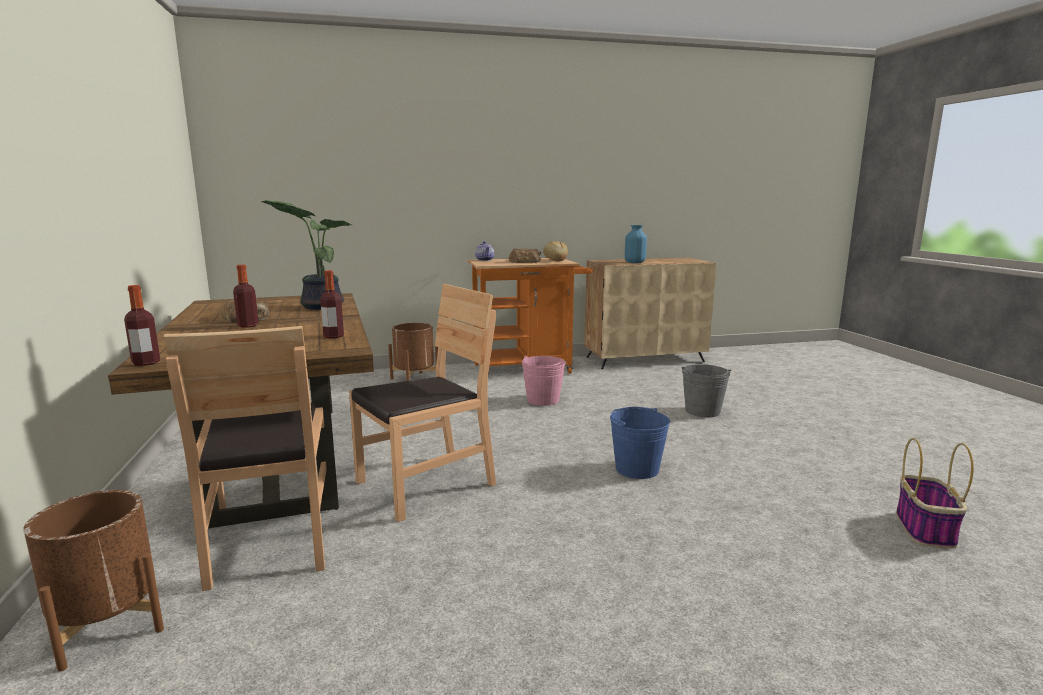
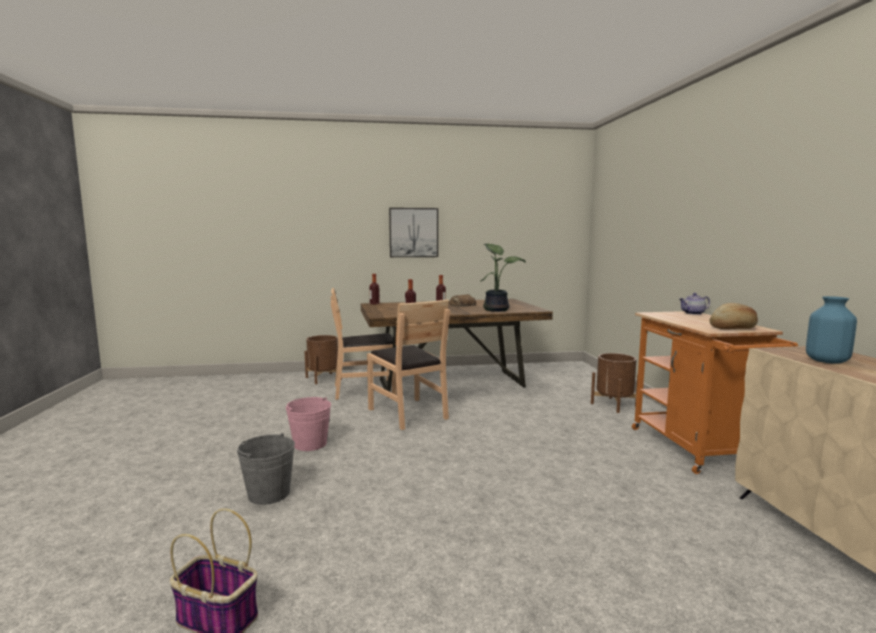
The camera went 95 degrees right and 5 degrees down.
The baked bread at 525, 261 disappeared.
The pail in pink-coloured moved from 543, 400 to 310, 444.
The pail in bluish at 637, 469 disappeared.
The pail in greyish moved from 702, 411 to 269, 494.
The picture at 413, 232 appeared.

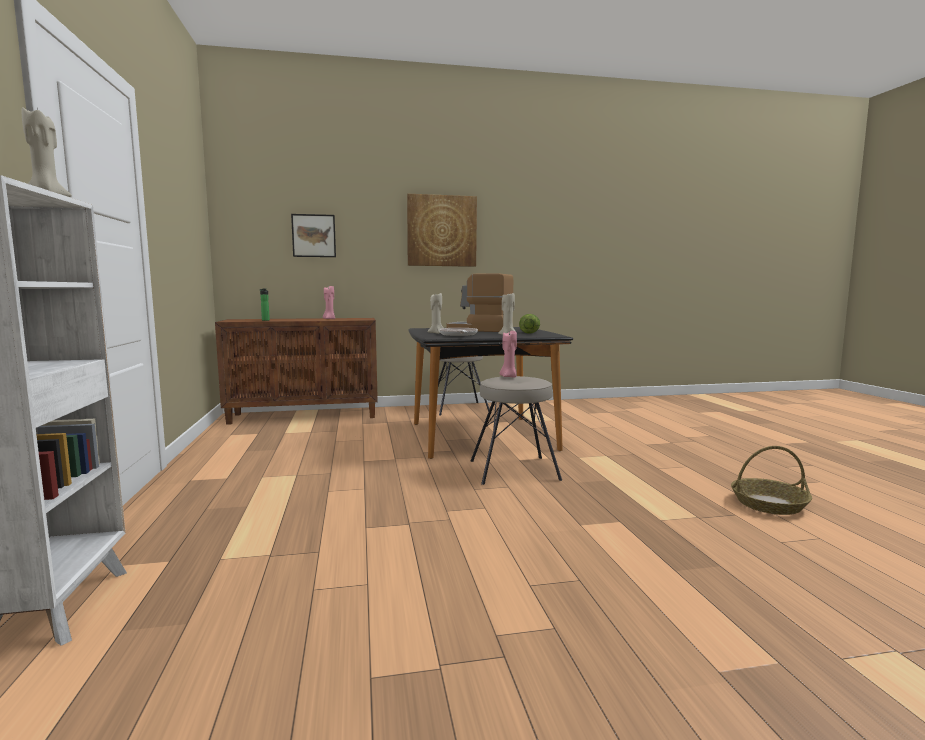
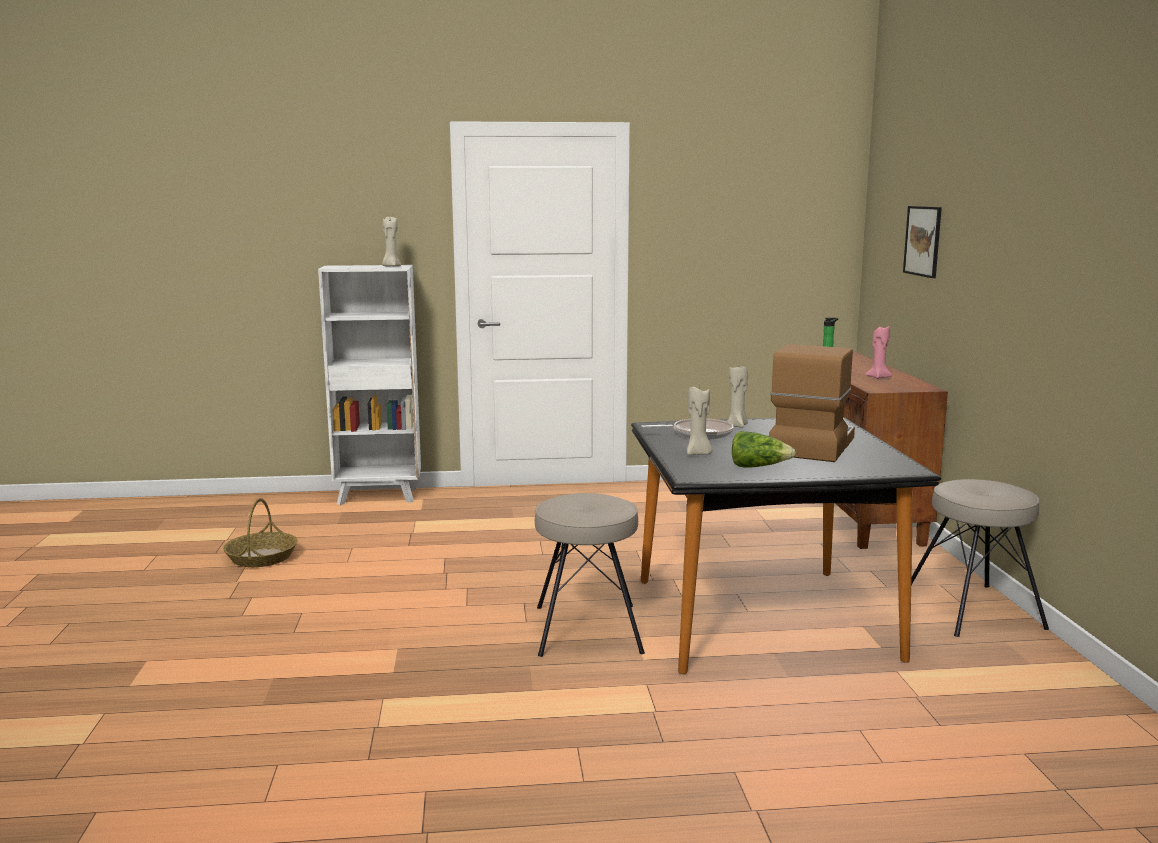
The camera went 95 degrees right and 5 degrees up.
The picture at 441, 231 disappeared.
The wax light in pink-coloured at 508, 376 disappeared.
The household basket moved from 769, 504 to 261, 558.

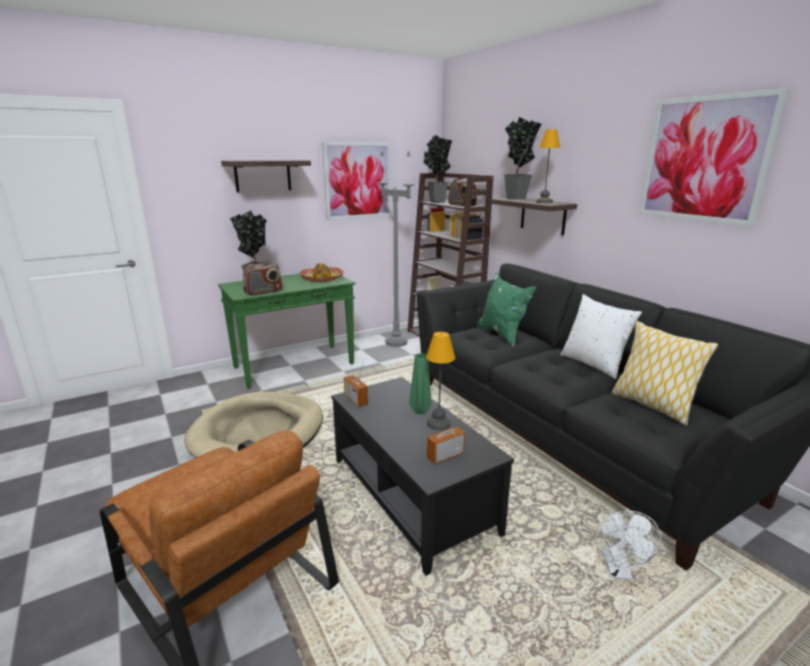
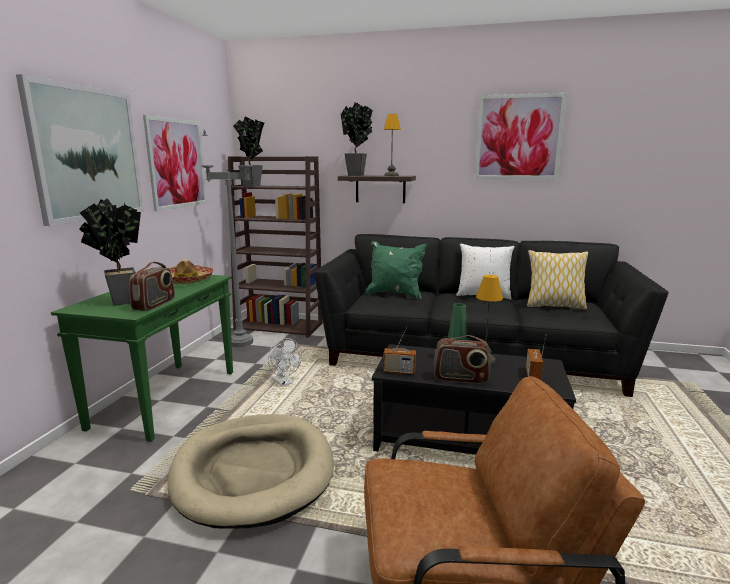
The camera went 45 degrees left and 5 degrees down.
The shelf at 263, 175 was replaced by the picture at 87, 154.
The radio set moved from 461, 205 to 460, 379.
The cooling fan in white moved from 618, 570 to 284, 383.

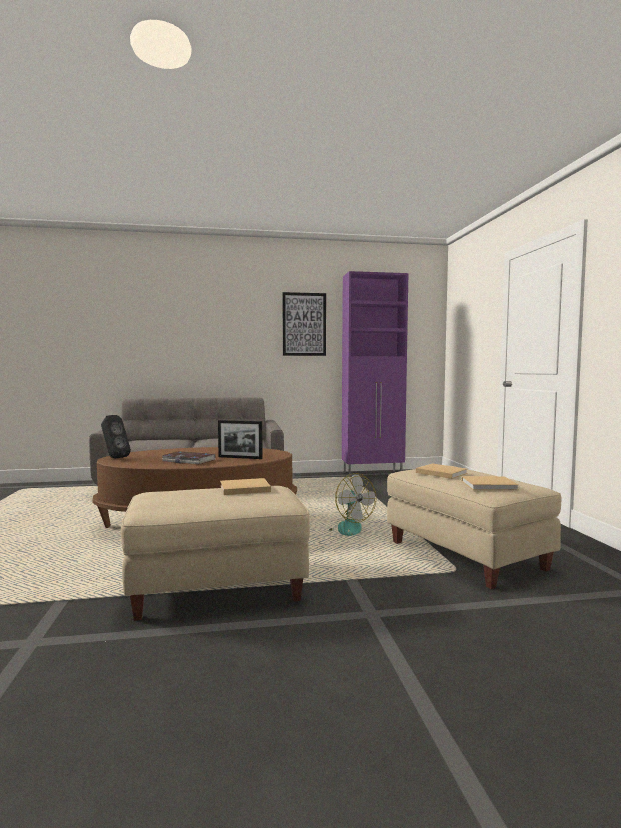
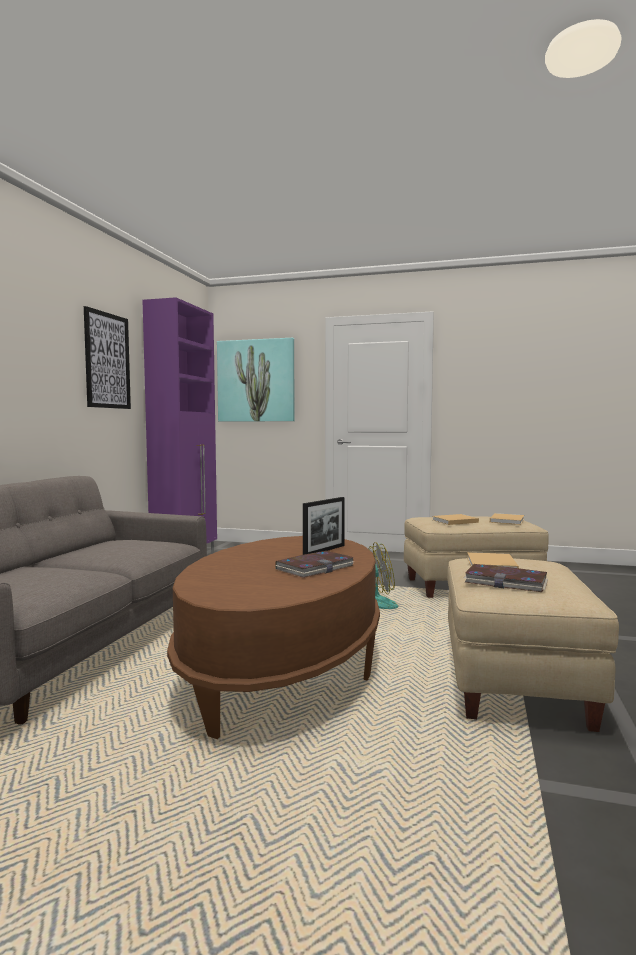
The camera went 65 degrees left and 0 degrees up.
The audio speaker in black at 114, 458 disappeared.
The picture at 256, 381 appeared.
The book at 506, 582 appeared.

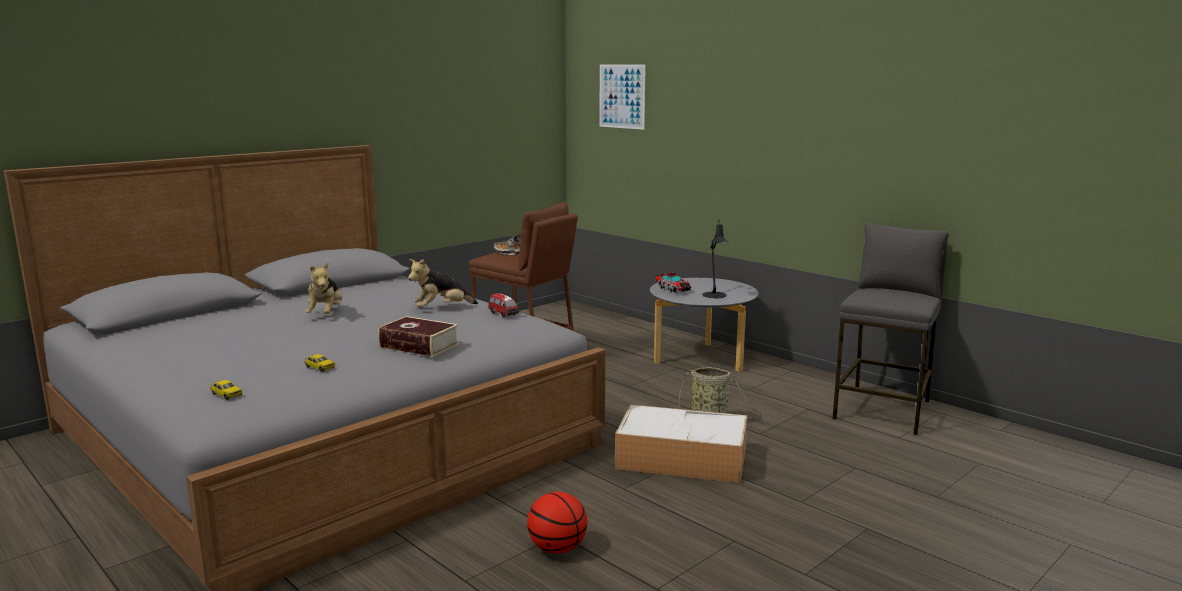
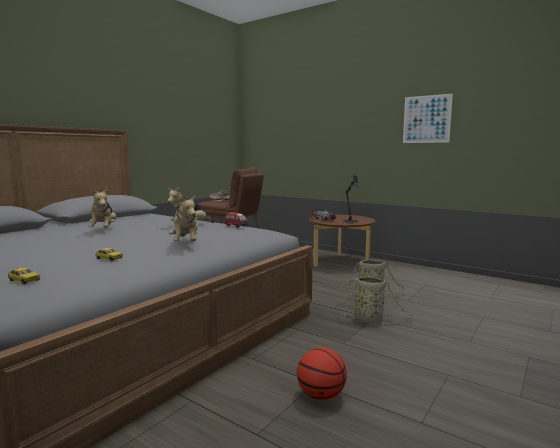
The camera went 10 degrees left and 5 degrees down.
The book at 419, 345 was replaced by the cuddly toy at 185, 243.
The picture moved from 622, 96 to 426, 119.
The storage bin at 684, 458 was replaced by the household basket at 370, 319.
The lounge table in greyish at 701, 359 became the lounge table in brown at 340, 262.
The stool seat in greyish at 884, 410 disappeared.

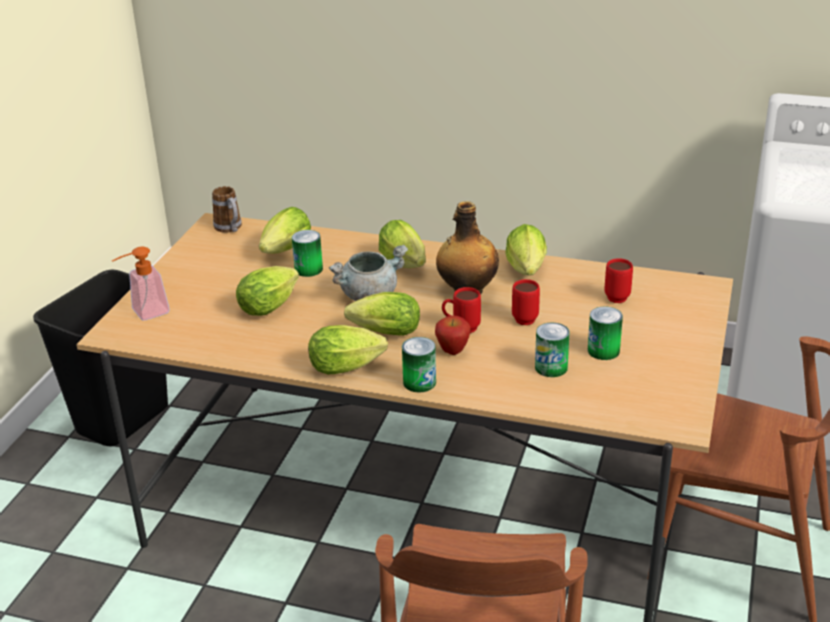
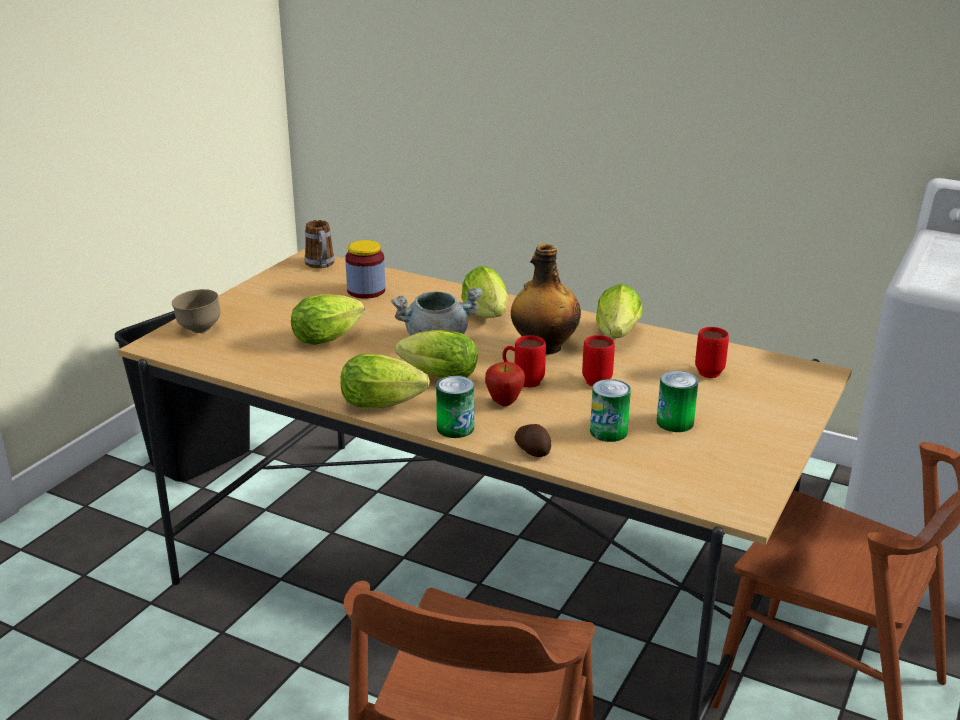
The camera went 10 degrees right and 5 degrees down.
The liquid soap bottle at 144, 313 was replaced by the bowl in brown at 199, 330.
The lettuce head at 284, 251 was replaced by the storage jar at 366, 291.
The can at 308, 269 disappeared.
The potato at 533, 450 appeared.

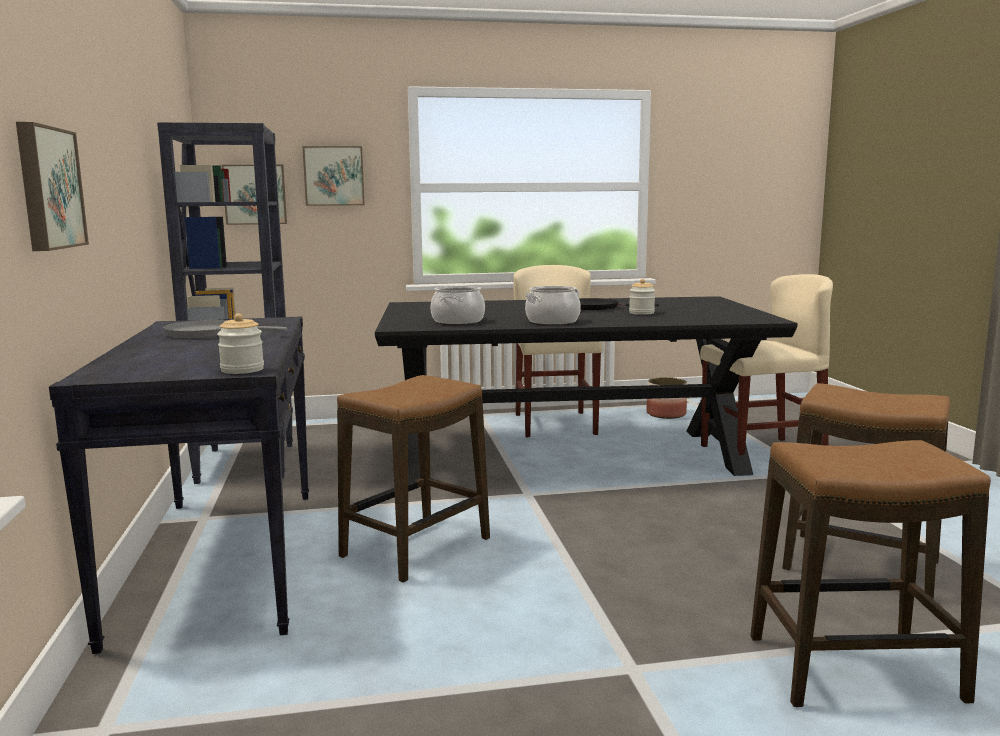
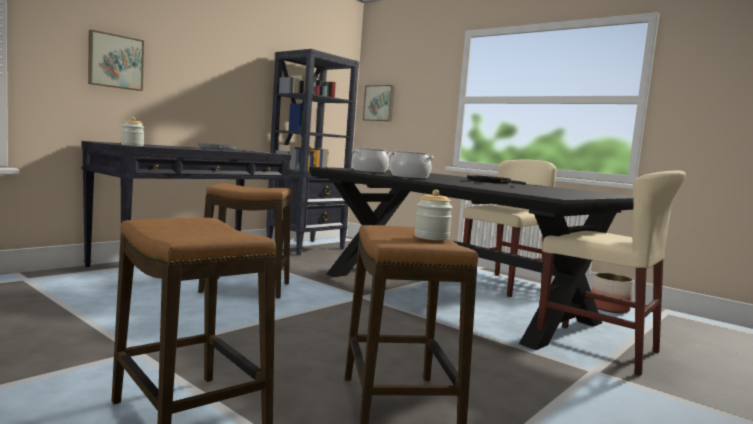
The camera went 50 degrees right and 5 degrees down.
The picture at 334, 176 disappeared.
The storage jar moved from 641, 313 to 431, 237.

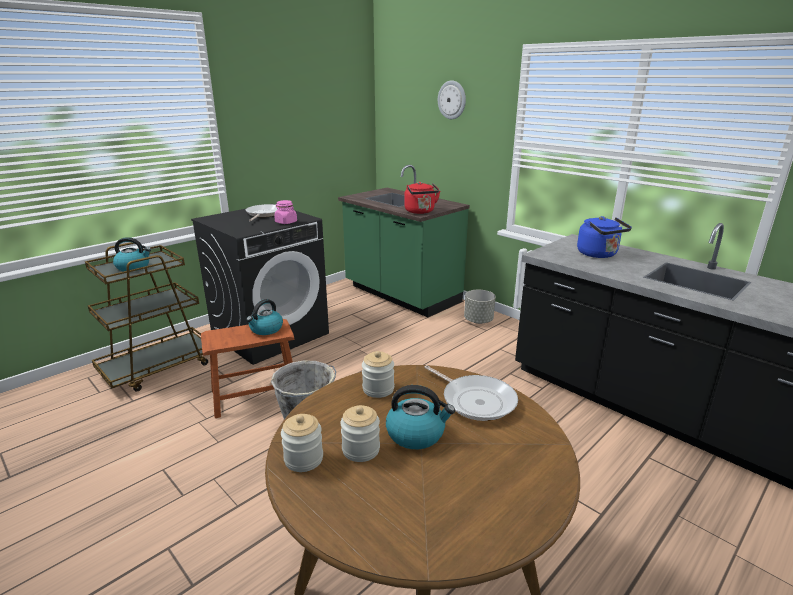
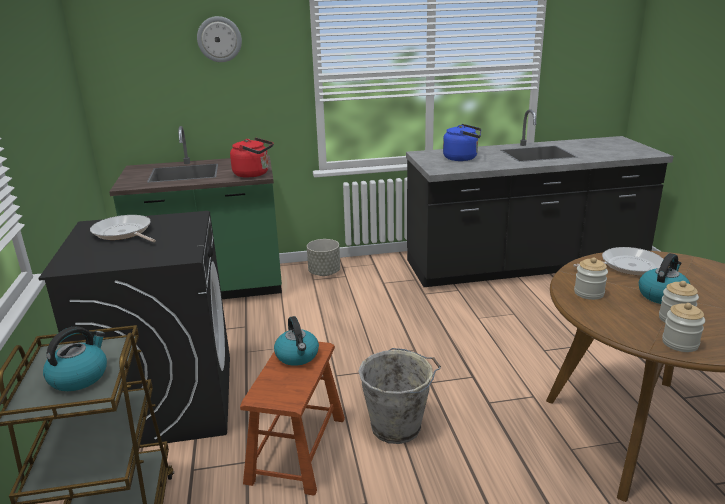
The camera went 55 degrees left and 0 degrees up.
The storage jar in pink-coloured at 286, 222 disappeared.

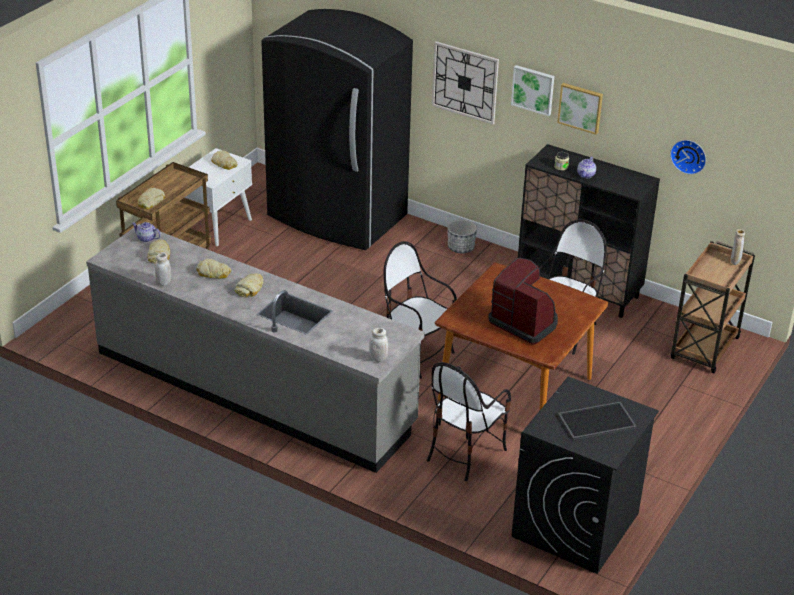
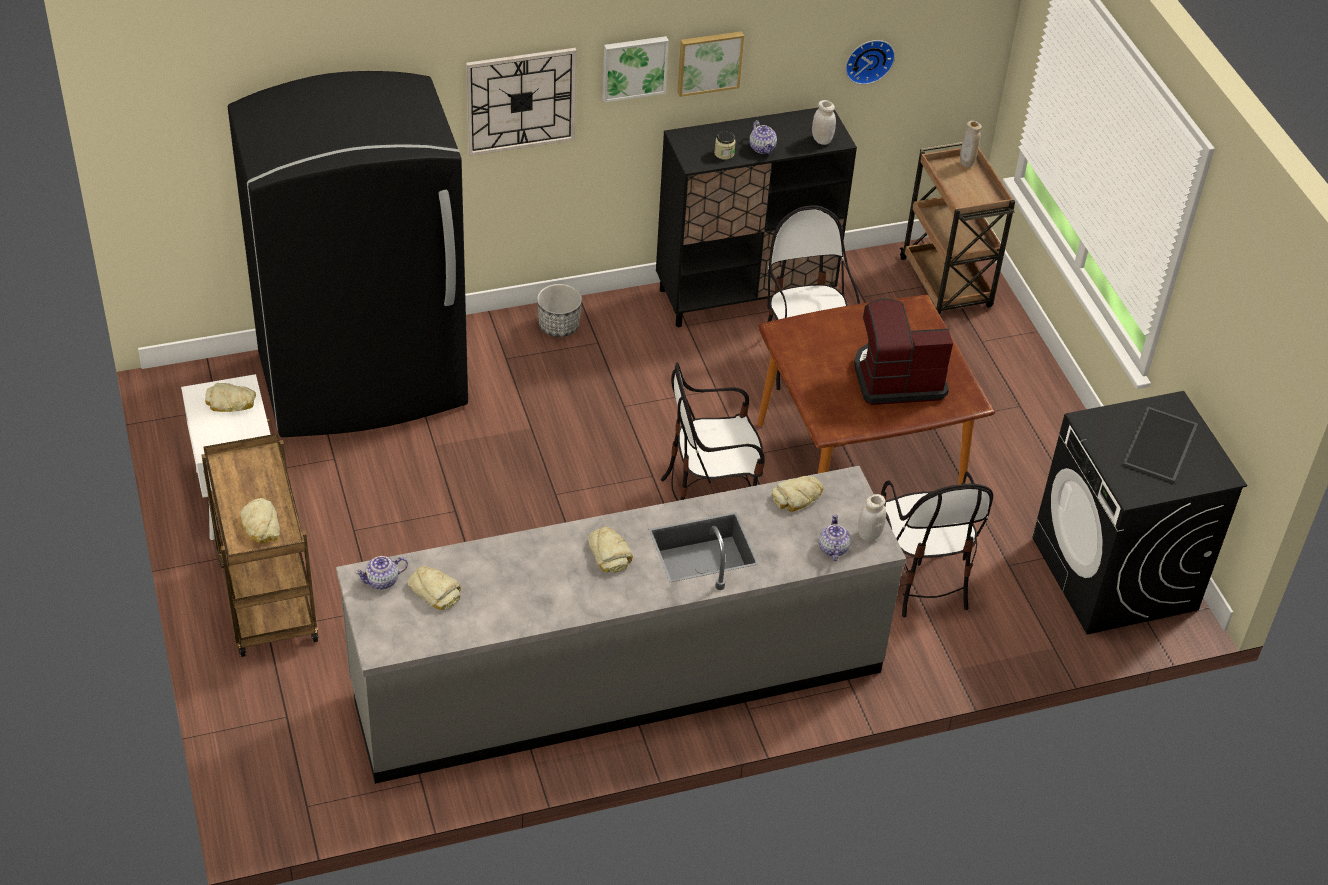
The camera went 50 degrees left and 10 degrees up.
The storage jar in white moved from 163, 282 to 822, 140.
The baked bread moved from 213, 273 to 797, 497.
The teapot at 832, 548 appeared.

